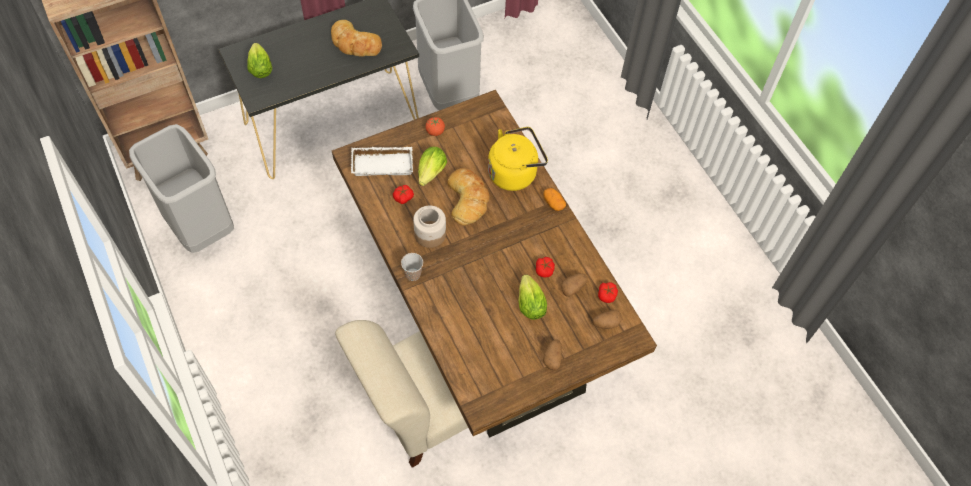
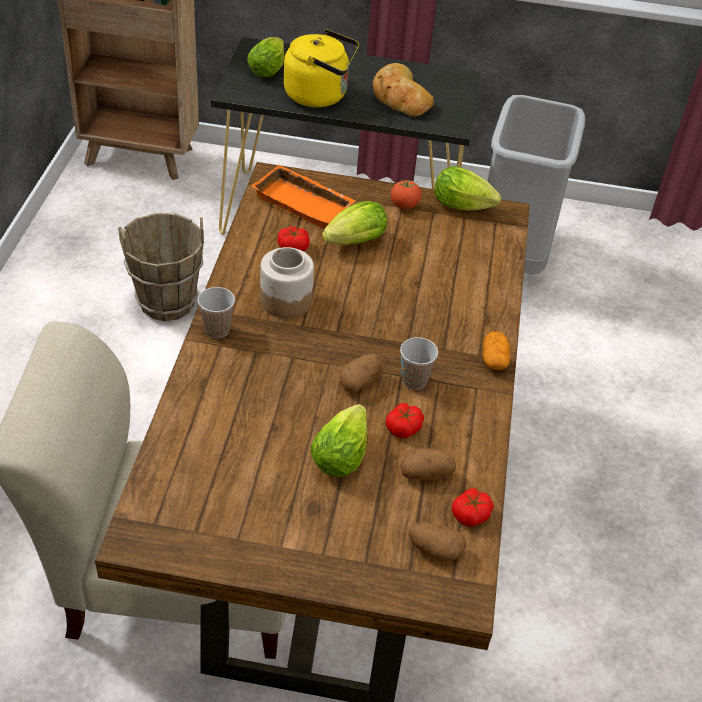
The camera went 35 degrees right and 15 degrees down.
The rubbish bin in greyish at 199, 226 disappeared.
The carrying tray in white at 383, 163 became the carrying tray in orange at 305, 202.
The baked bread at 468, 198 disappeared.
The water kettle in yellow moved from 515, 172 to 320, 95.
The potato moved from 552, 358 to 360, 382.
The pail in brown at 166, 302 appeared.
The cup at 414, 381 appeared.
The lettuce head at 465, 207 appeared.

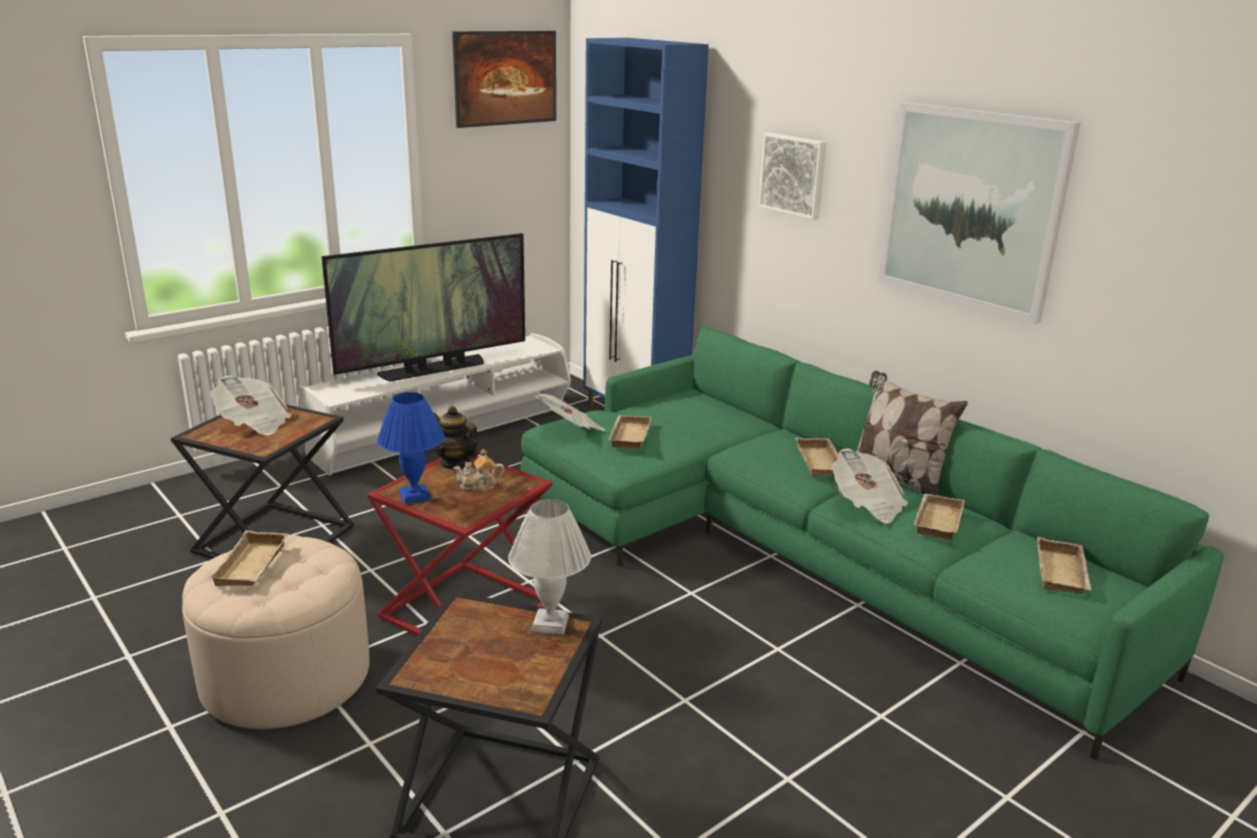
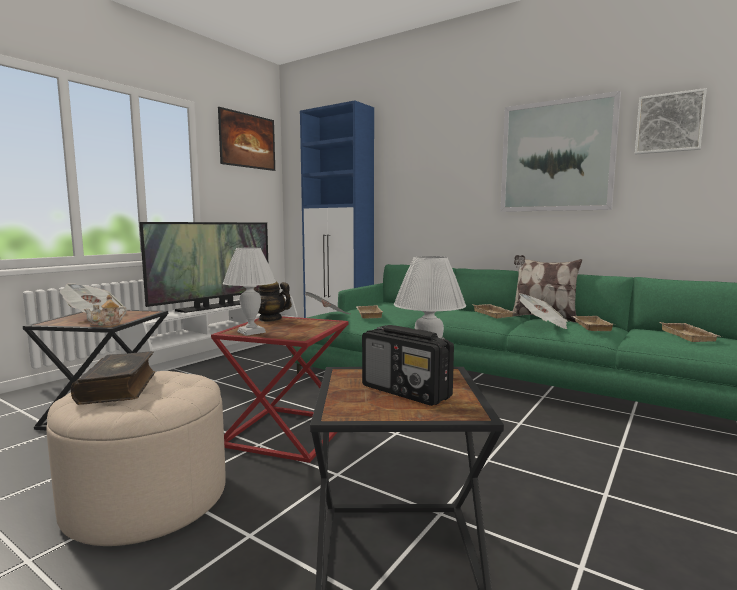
The camera went 15 degrees left and 15 degrees down.
The carrying tray in beige at 254, 566 was replaced by the book at 120, 387.
The table lamp in bluish at 414, 496 became the table lamp in white at 251, 332.
The teapot moved from 479, 486 to 106, 324.
The picture moved from 794, 175 to 669, 123.
The radio set at 406, 392 appeared.

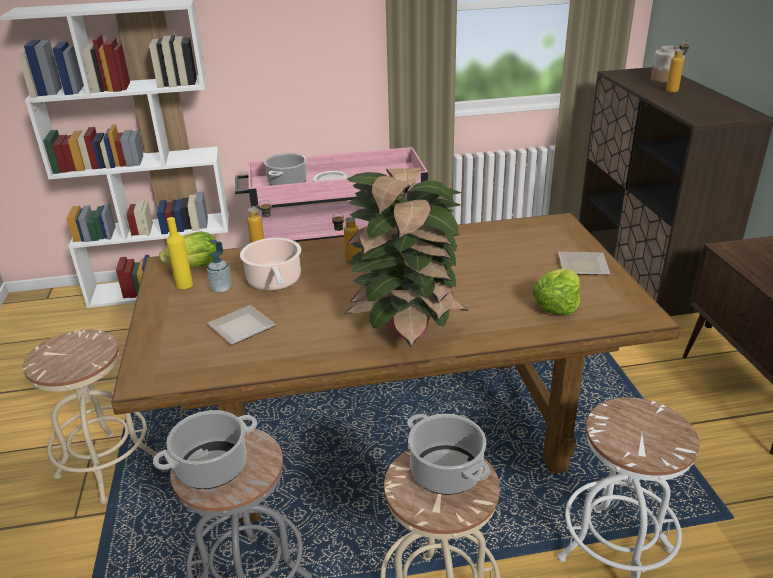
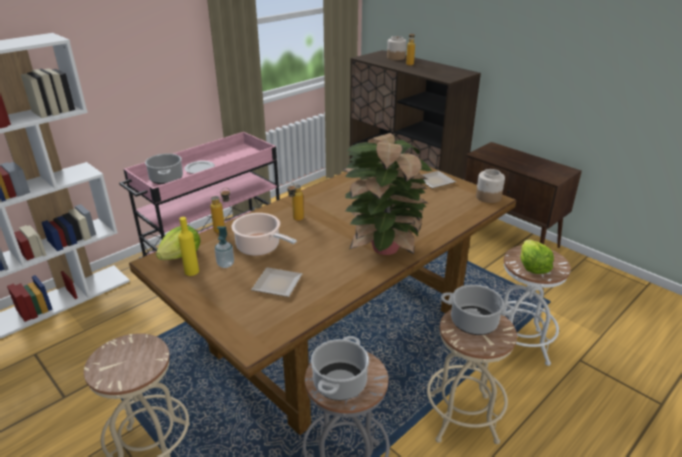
The camera went 35 degrees left and 0 degrees up.
The lettuce head moved from 556, 305 to 532, 266.
The storage jar at 488, 197 appeared.

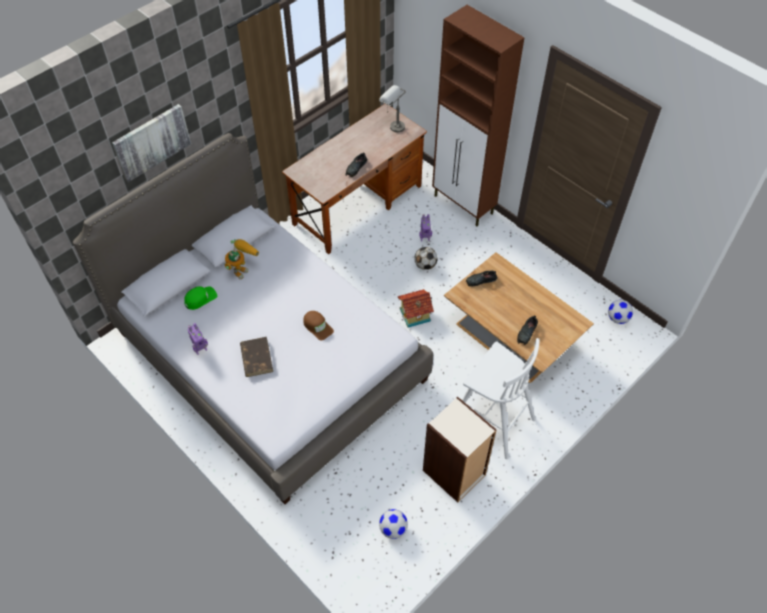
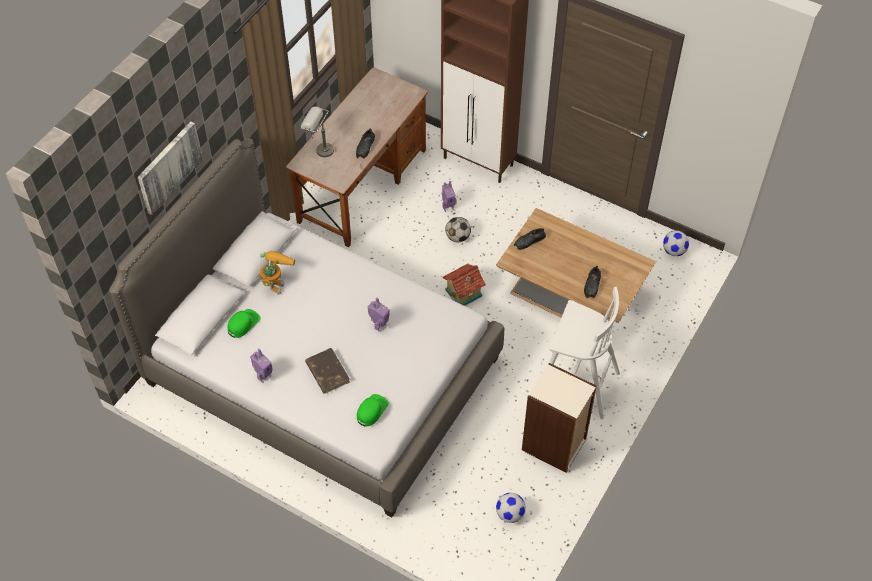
The camera went 15 degrees left and 0 degrees up.
The peaked cap in brown at 317, 326 was replaced by the toy robot at 379, 326.
The table lamp in greyish moved from 392, 125 to 319, 149.
The peaked cap in green-coloured at 371, 411 appeared.

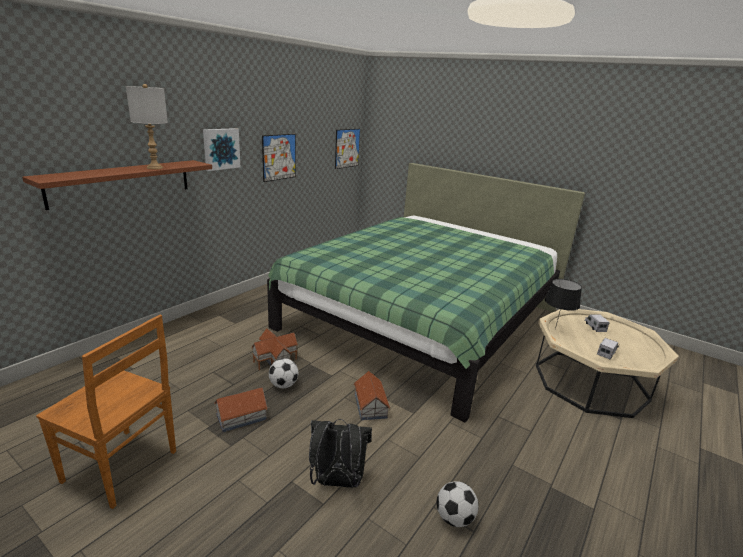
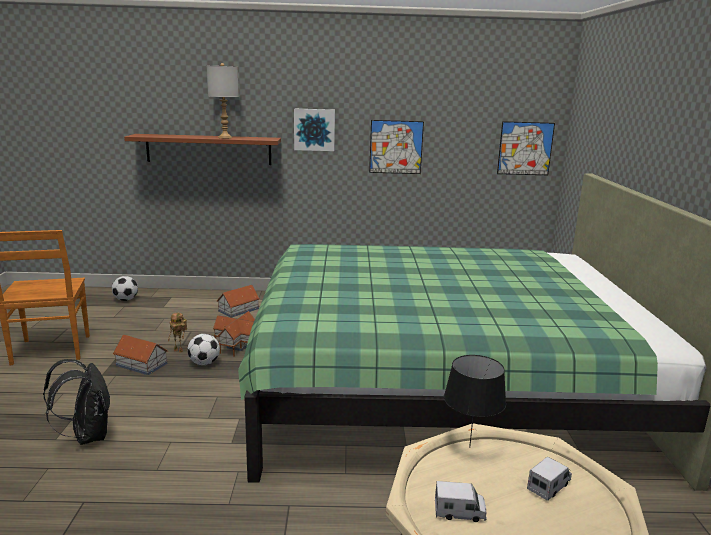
The camera went 55 degrees right and 5 degrees down.
The miniature house moved from 370, 405 to 239, 310.
The football ball moved from 454, 518 to 126, 299.
The toy robot at 179, 350 appeared.

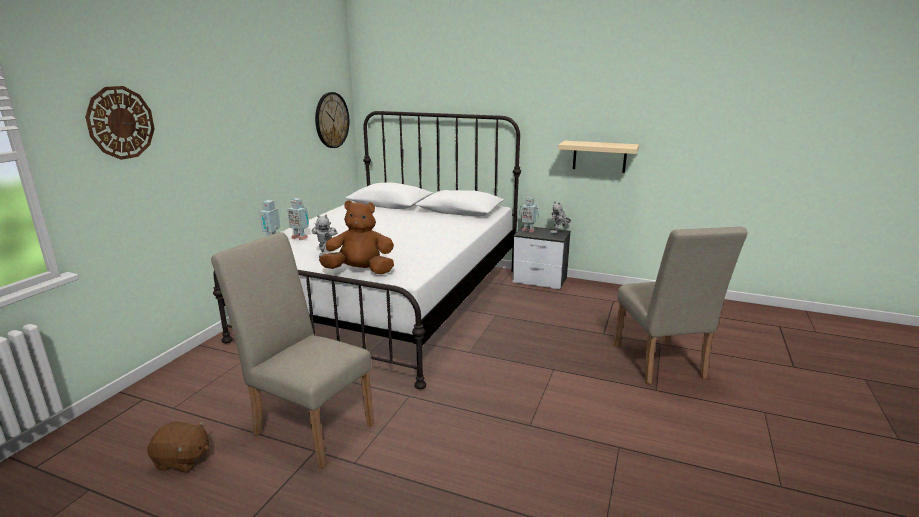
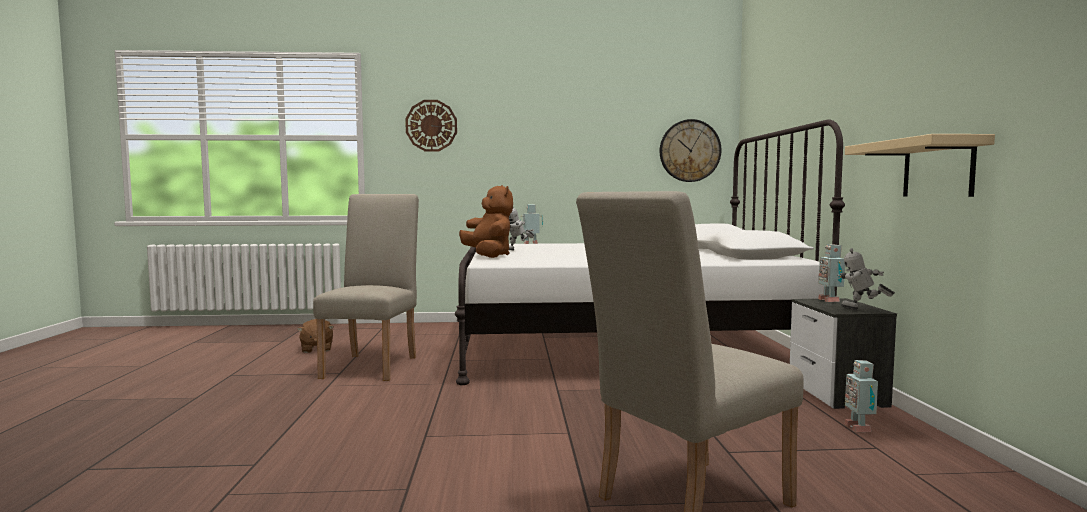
The camera went 65 degrees right and 15 degrees down.
The toy robot moved from 300, 238 to 859, 428.

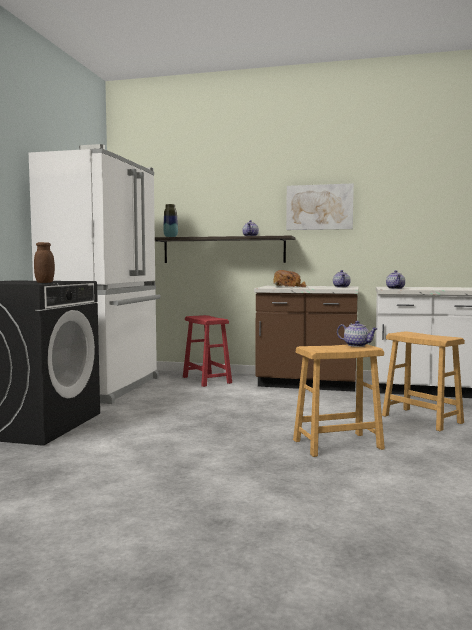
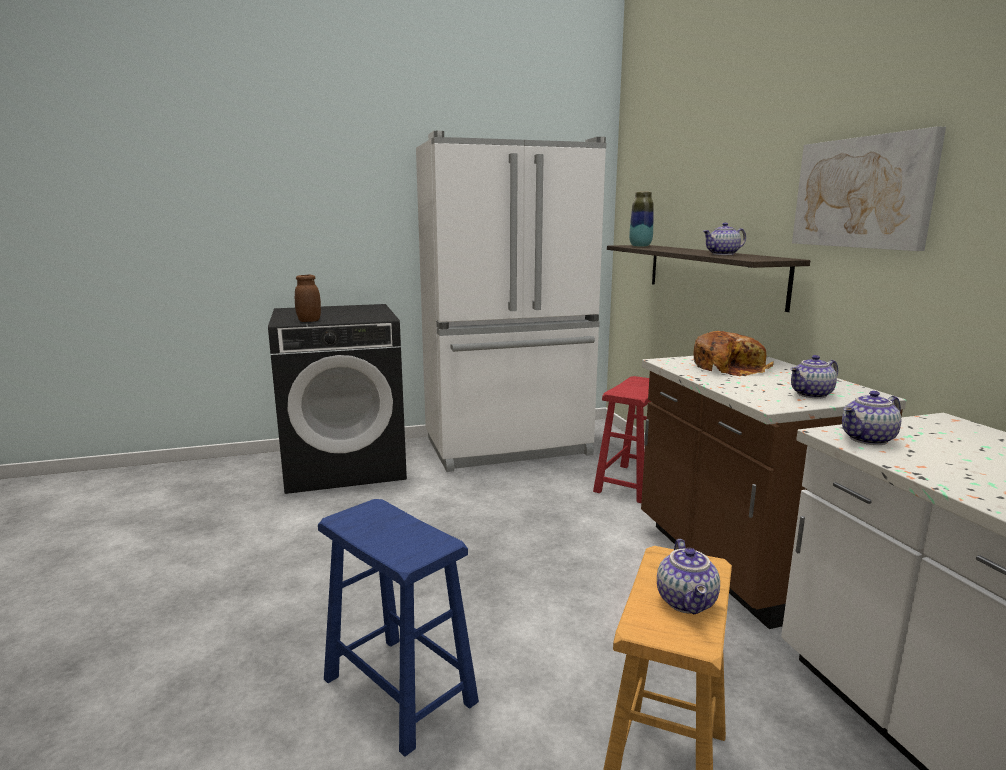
The camera went 60 degrees right and 10 degrees up.
The stool seat in brown at 337, 444 became the stool seat in bluish at 399, 690.
The teapot moved from 357, 345 to 687, 602.

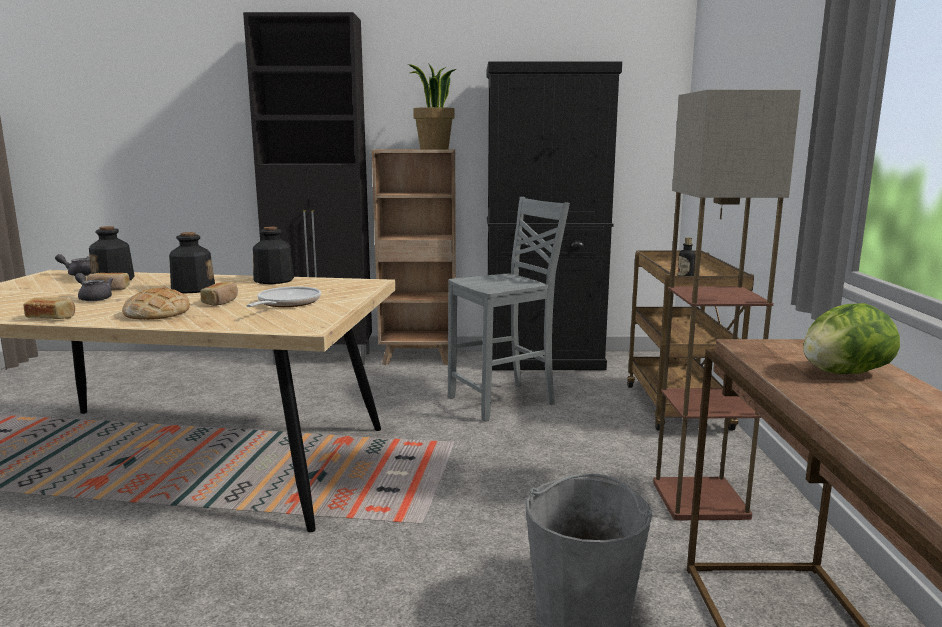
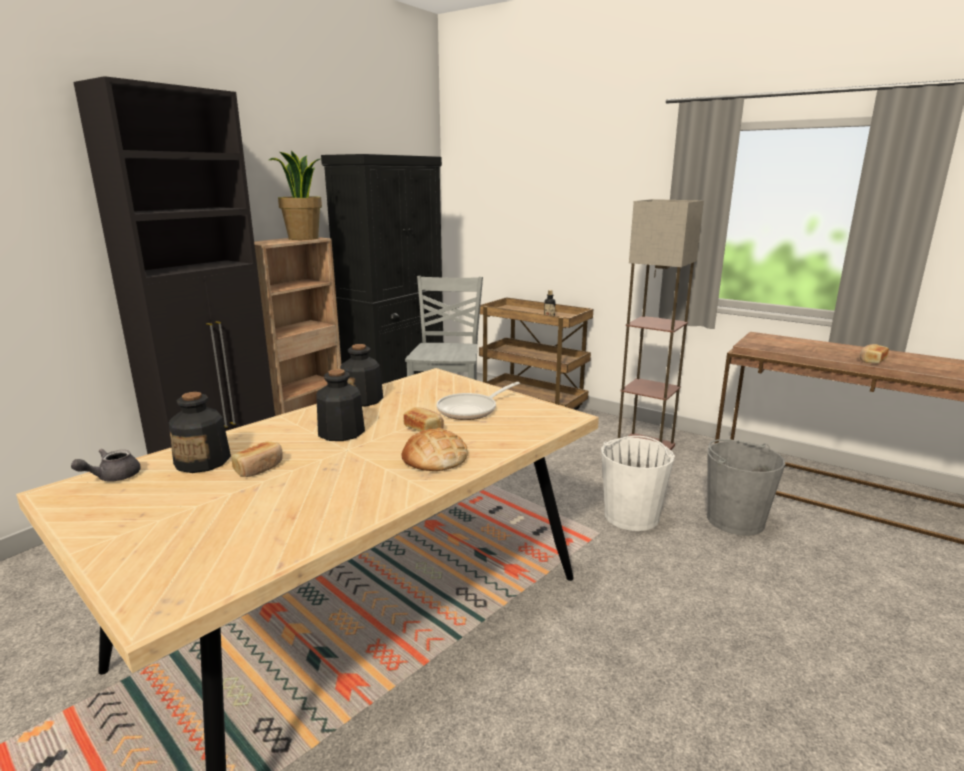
The camera went 55 degrees left and 5 degrees up.
The baked bread moved from 52, 318 to 871, 360.
The teapot in greyish at 94, 298 disappeared.
The frying pan at 286, 303 turned 90 degrees counterclockwise.
The lettuce head at 843, 373 disappeared.
The pail in white at 631, 515 appeared.

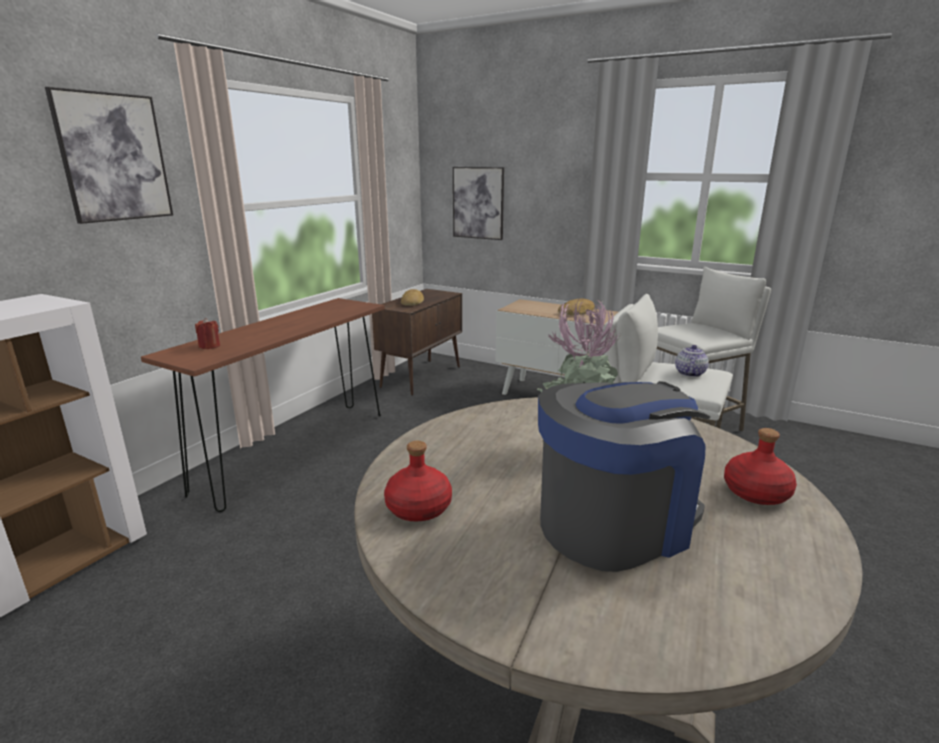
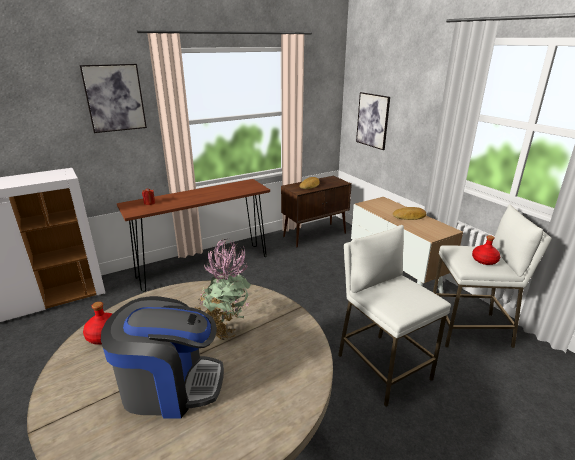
The camera went 30 degrees right and 5 degrees up.
The teapot at 689, 373 disappeared.
The drink bottle in red-coloured moved from 757, 493 to 485, 260.

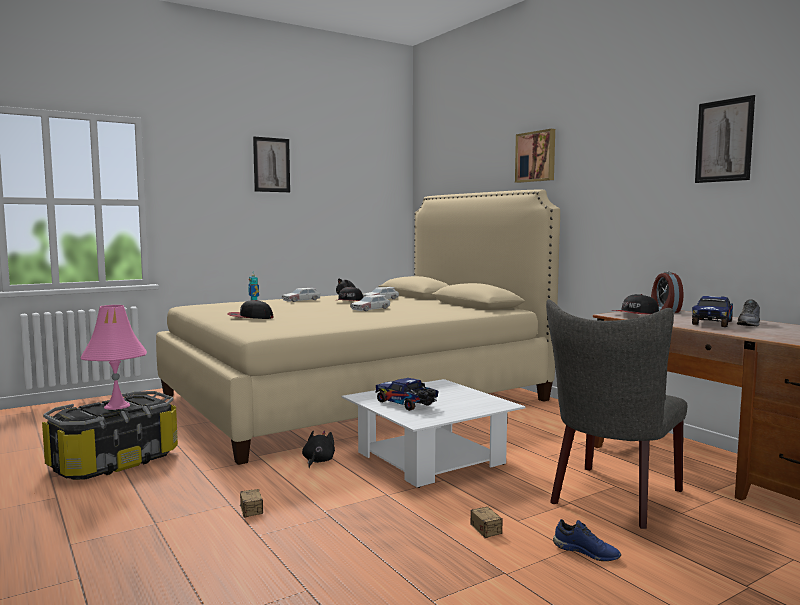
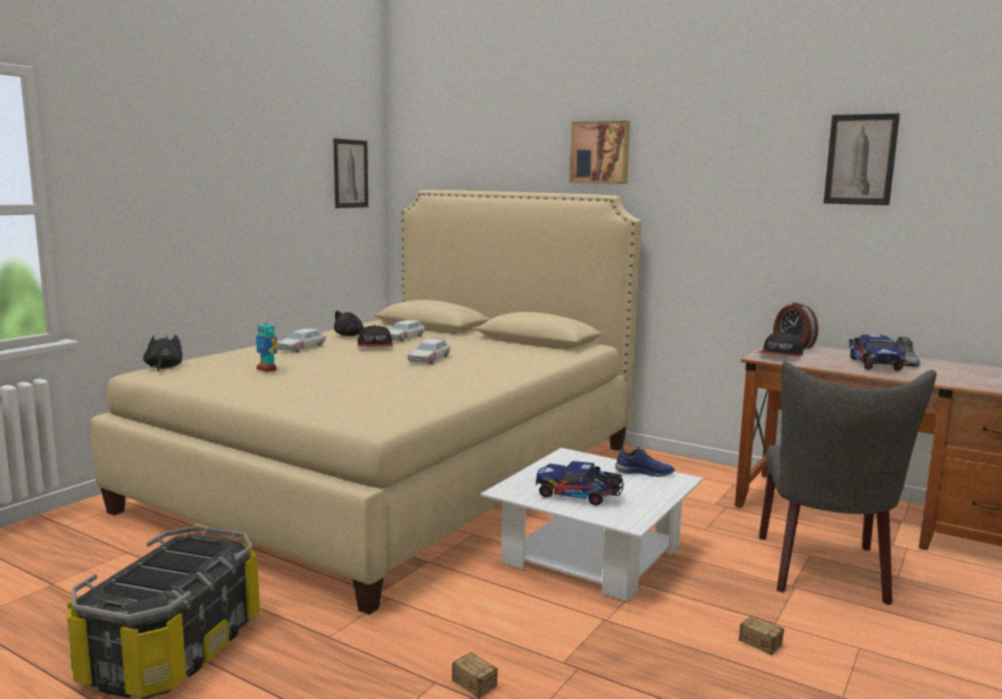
The camera went 25 degrees left and 5 degrees up.
The table lamp in pink-coloured at 117, 406 disappeared.
The peaked cap at 250, 317 disappeared.
The picture moved from 271, 165 to 350, 173.
The cuddly toy in black moved from 318, 461 to 163, 367.
The item of footwear in bluish moved from 586, 552 to 644, 472.

